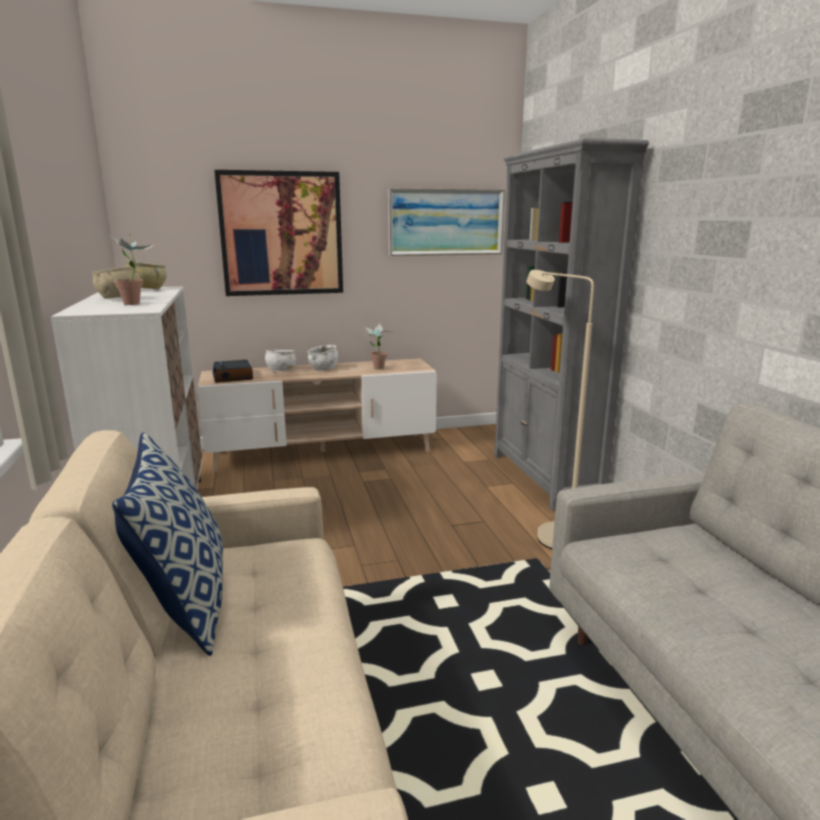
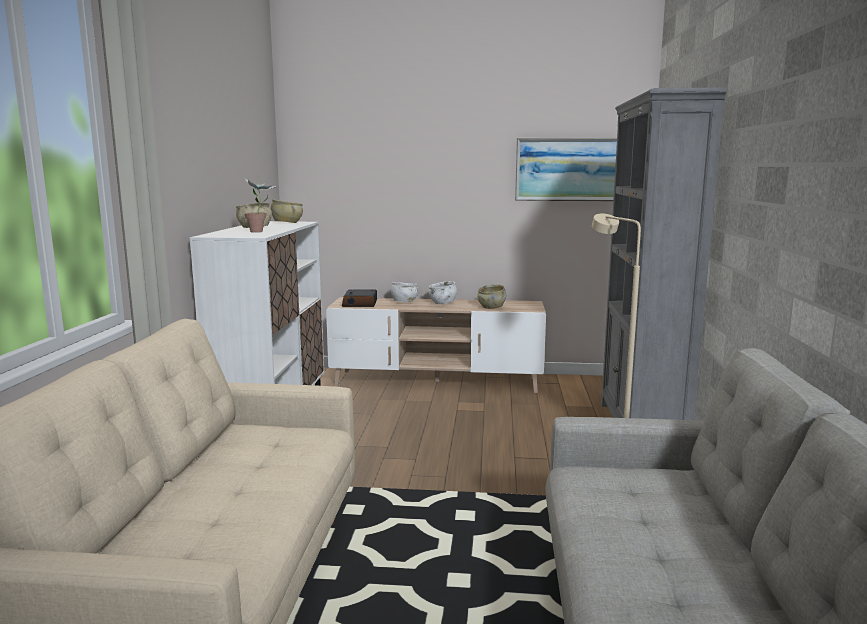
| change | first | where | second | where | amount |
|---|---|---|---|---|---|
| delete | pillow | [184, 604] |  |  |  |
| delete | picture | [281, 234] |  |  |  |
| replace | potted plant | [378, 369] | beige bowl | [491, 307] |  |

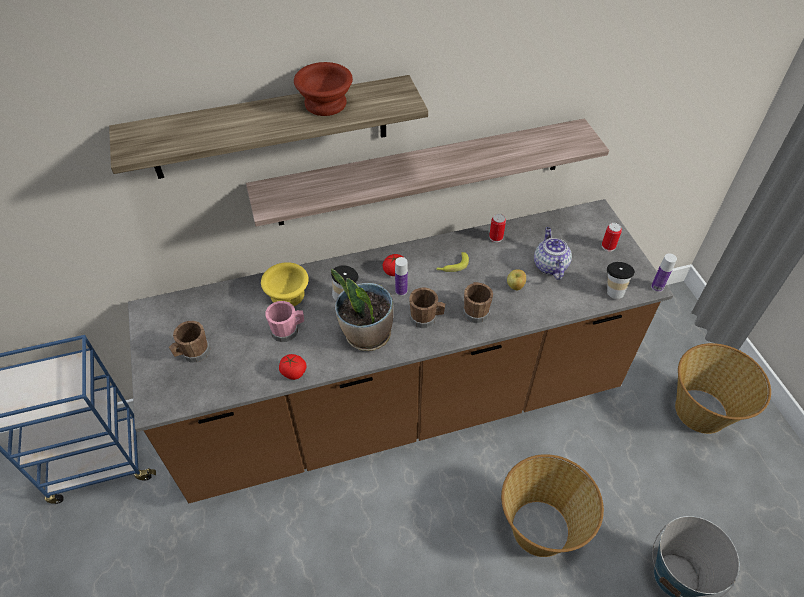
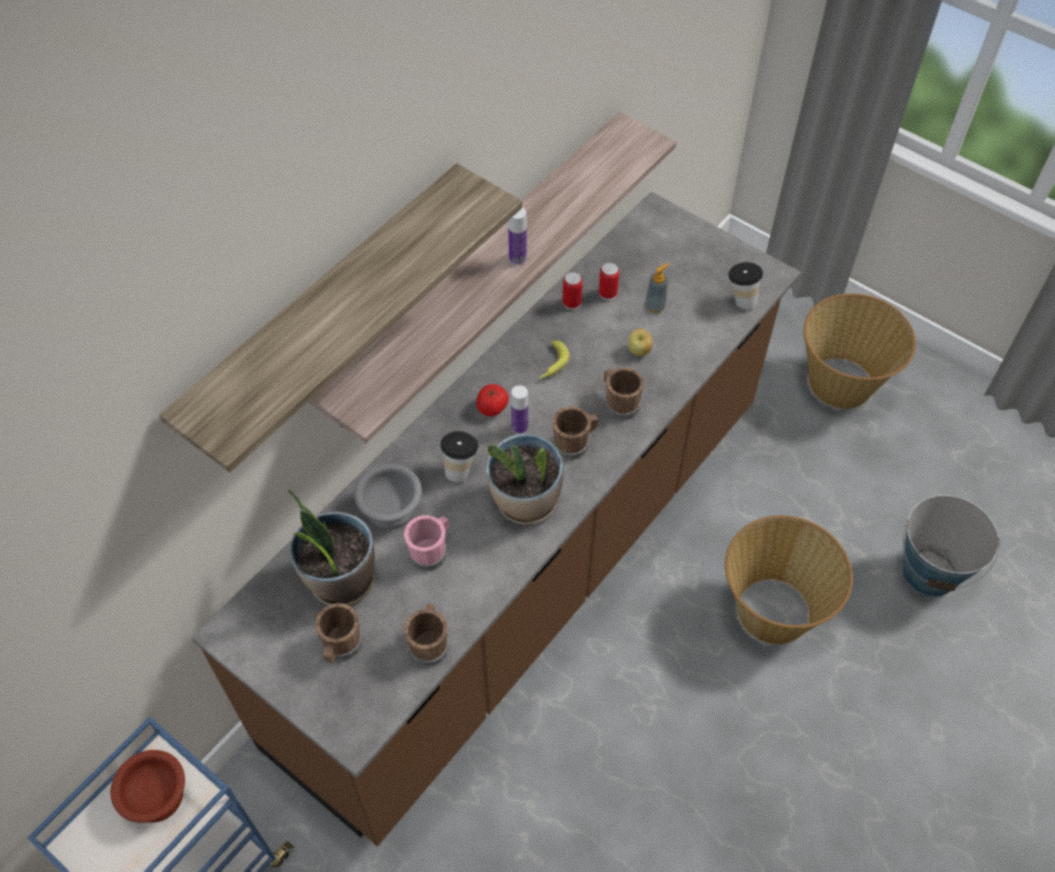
| change | first | where | second | where | amount |
|---|---|---|---|---|---|
| recolor | yellow bowl | [286, 295] | grey bowl | [390, 510] |  |
| delete | tomato | [293, 372] |  |  |  |
| move | brown bowl | [326, 102] |  | [156, 794] |  |
| replace | teapot | [549, 265] | soap dispenser | [655, 306] |  |
| move | can | [608, 246] |  | [607, 293] |  |
| move | bottle | [657, 287] |  | [517, 258] |  |
| insert |  |  | potted plant | [340, 580] |  |
| insert |  |  | brown mug | [429, 643] |  |

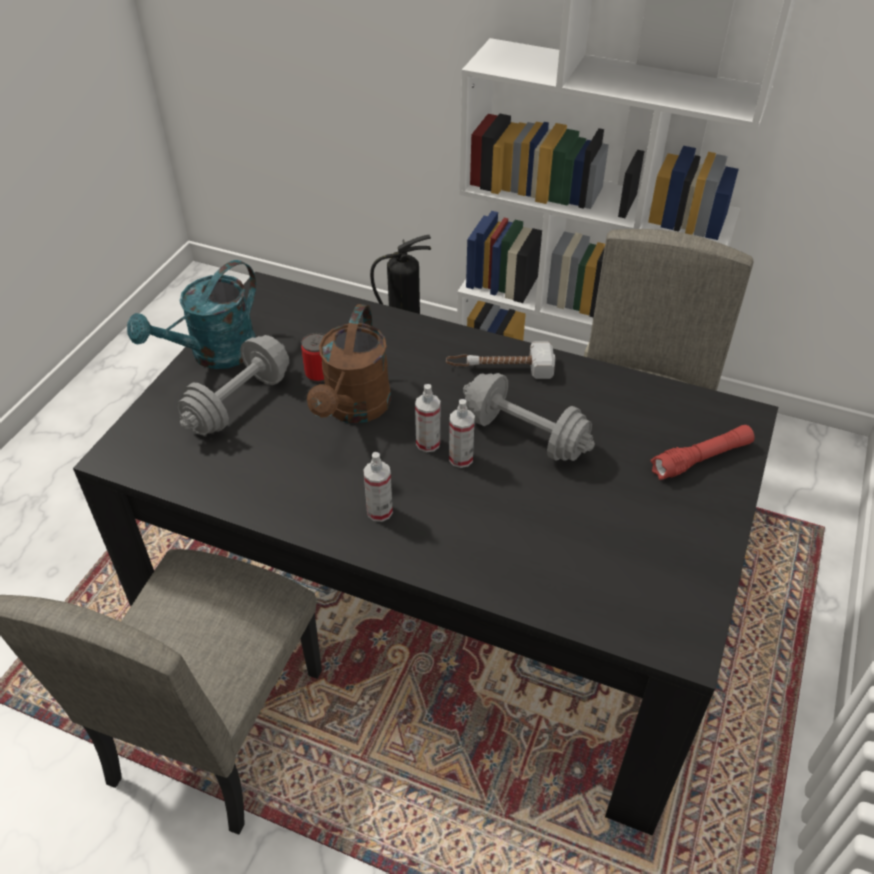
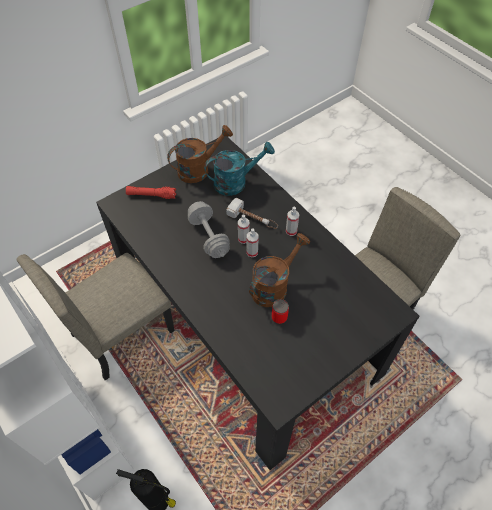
| change | first | where | second | where | amount |
|---|---|---|---|---|---|
| move | turquoise watering can | [214, 355] |  | [236, 182] |  |
| delete | grey dumbbell | [238, 403] |  |  |  |
| move | hammer | [499, 368] |  | [253, 219] |  |
| insert |  |  | brown watering can | [199, 169] |  |

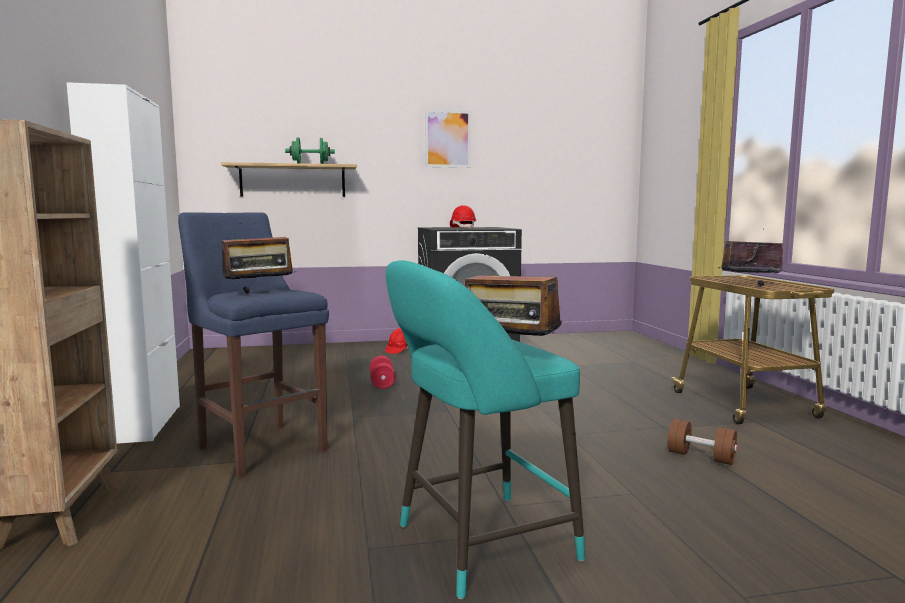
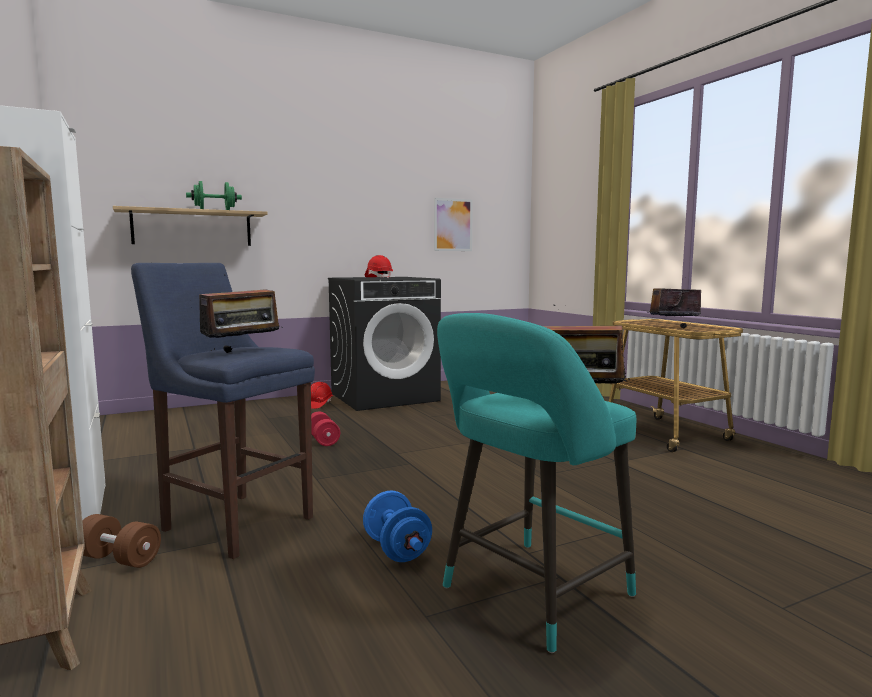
| change | first | where | second | where | amount |
|---|---|---|---|---|---|
| move | picture | [447, 139] |  | [453, 225] |  |
| move | brown dumbbell | [701, 457] |  | [118, 559] |  |
| insert |  |  | blue dumbbell | [397, 549] |  |

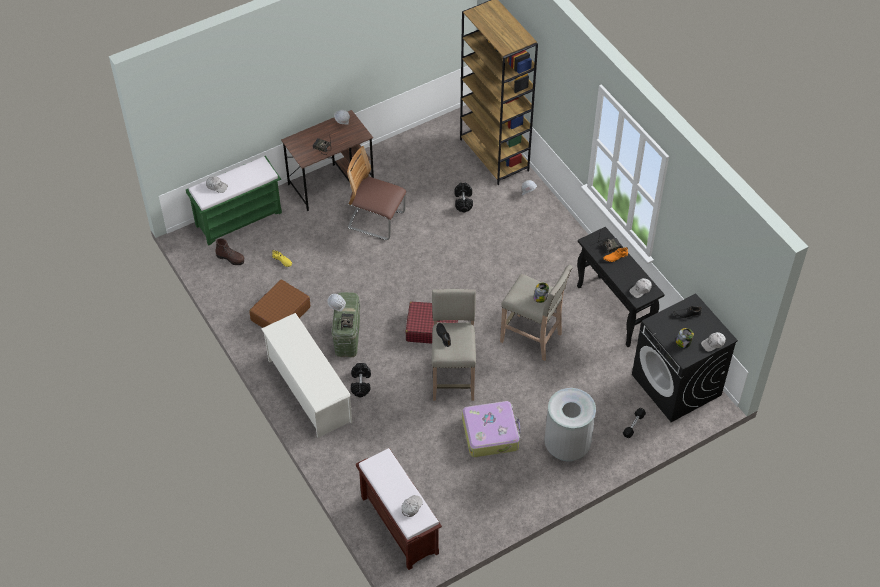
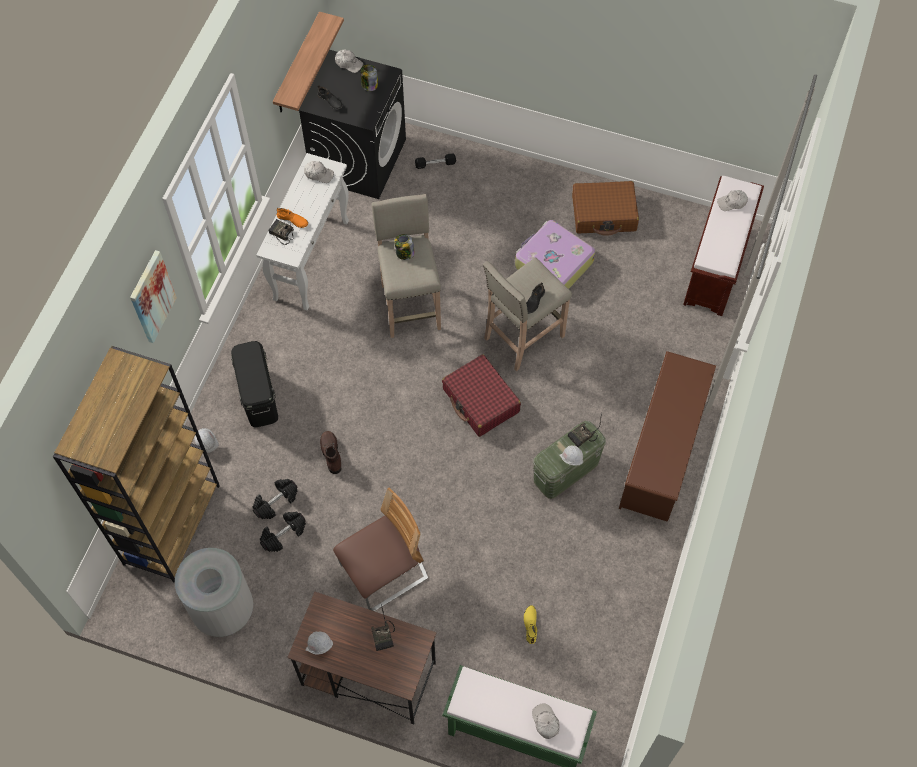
| change | first | where | second | where | amount |
|---|---|---|---|---|---|
| move | brown boot | [230, 258] |  | [331, 454] |  |
| move | brown suitcase | [280, 314] |  | [604, 214] |  |
| recolor | white shoe rack | [309, 390] | brown shoe rack | [662, 453] |  |
| rotate | chair | [376, 221] |  | [384, 572] | 105 degrees counterclockwise |
| move | black dumbbell | [361, 384] |  | [283, 534] |  |
| move | grey trash can | [567, 445] |  | [223, 609] |  |
| recolor | black console table | [614, 311] | white console table | [311, 259] |  |
| insert |  |  | picture | [151, 296] |  |
| insert |  |  | black storage box | [258, 397] |  |
| insert |  |  | shelf | [297, 65] |  |

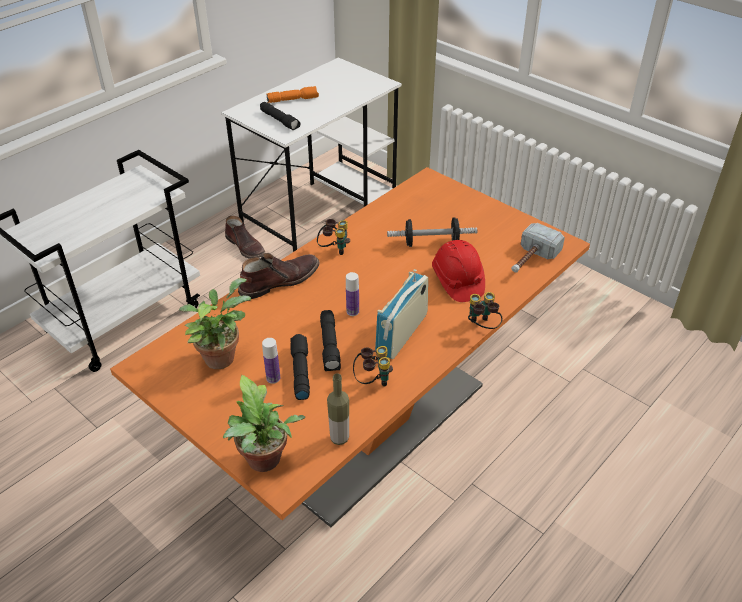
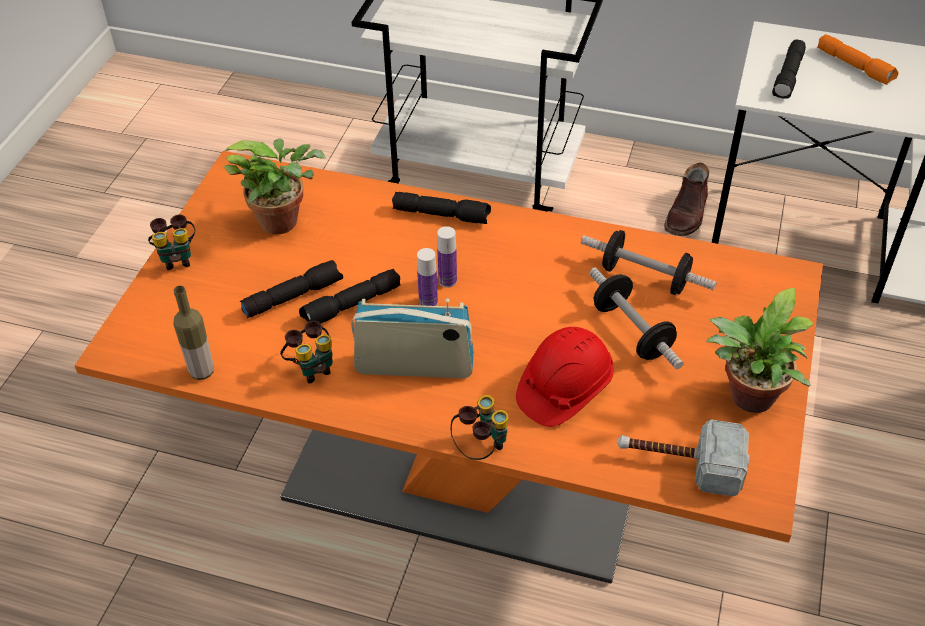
| change | first | where | second | where | amount |
|---|---|---|---|---|---|
| move | potted plant | [265, 462] |  | [748, 400] |  |
| replace | brown boot | [279, 281] | black flashlight | [442, 214] |  |
| move | bottle | [273, 378] |  | [447, 281] |  |
| move | binoculars | [334, 249] |  | [177, 258] |  |
| insert |  |  | dumbbell | [645, 277] |  |

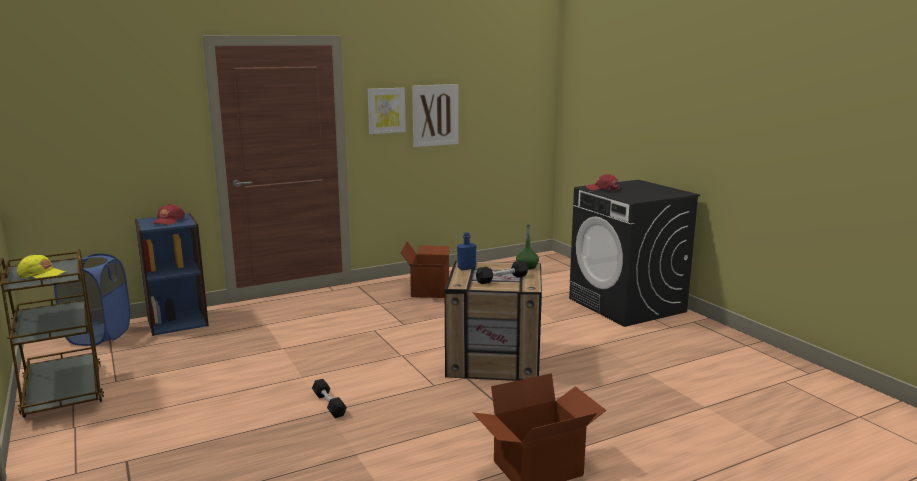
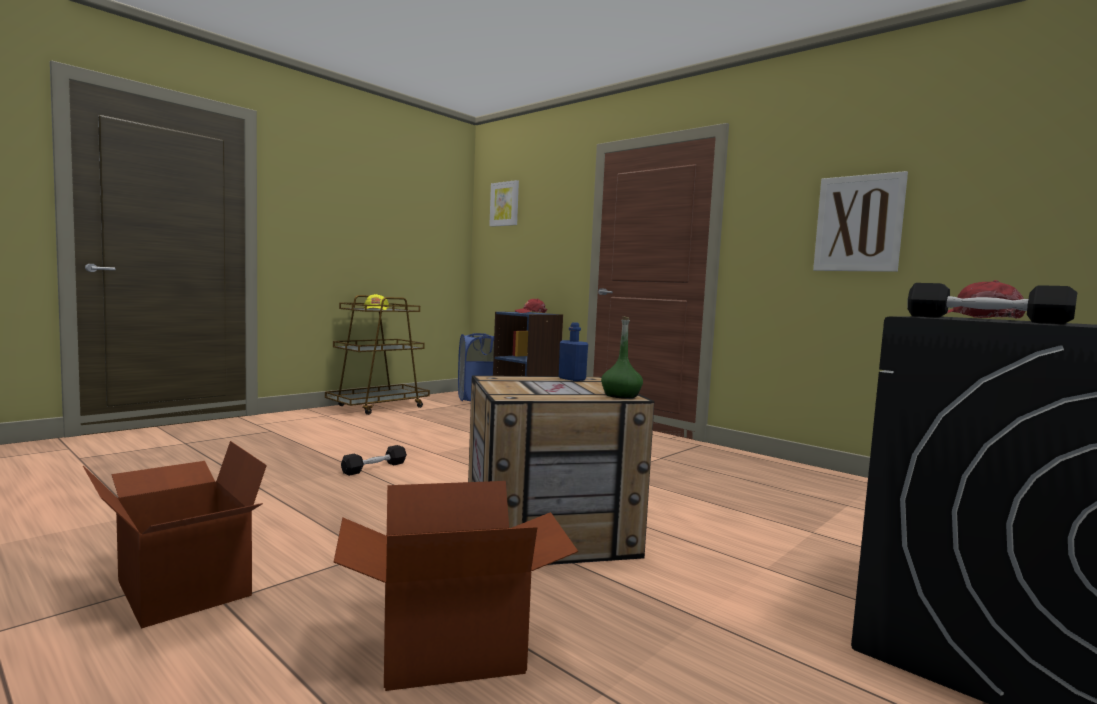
| change | first | where | second | where | amount |
|---|---|---|---|---|---|
| move | picture | [386, 110] |  | [504, 204] |  |
| move | cardboard box | [429, 290] |  | [451, 646] |  |
| move | black dumbbell | [502, 279] |  | [984, 319] |  |

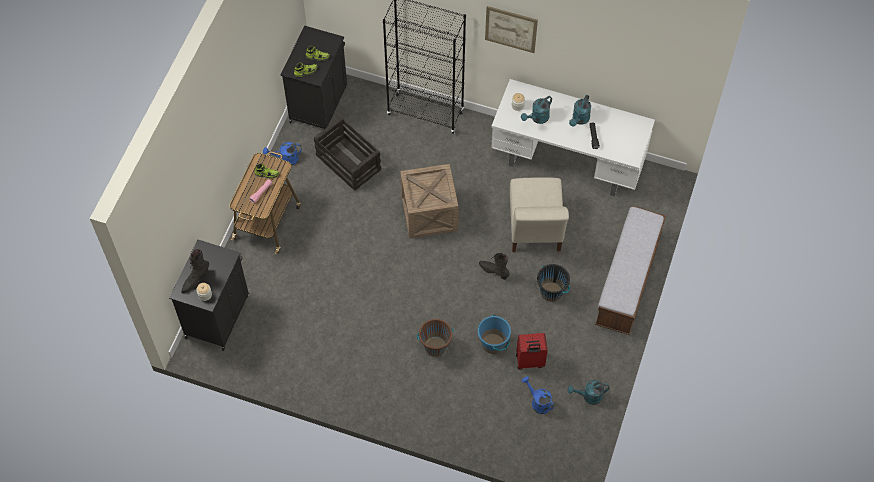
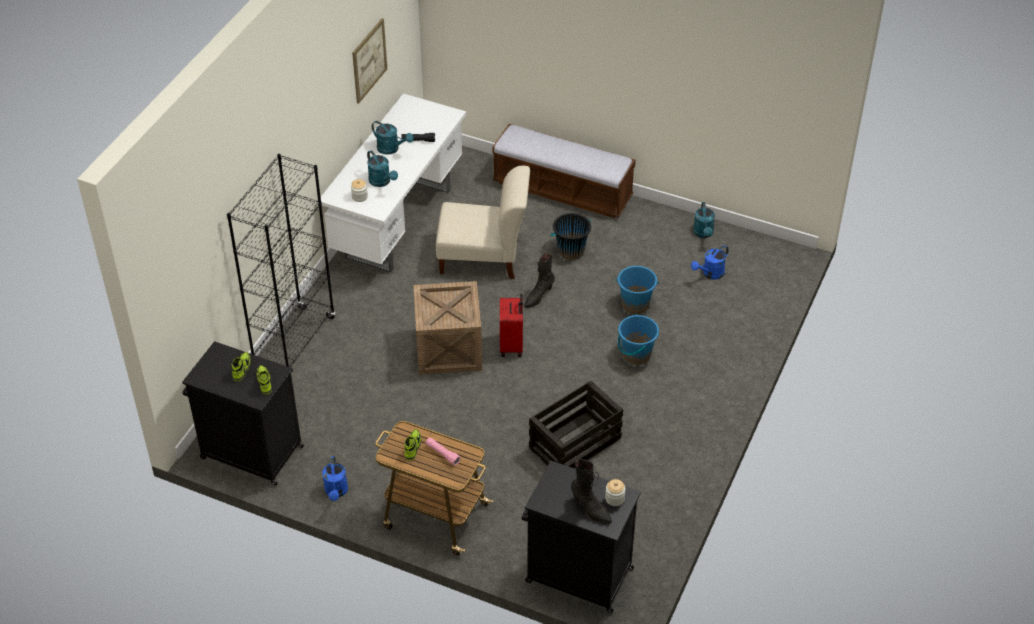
| change | first | where | second | where | amount |
|---|---|---|---|---|---|
| move | crate | [347, 162] |  | [574, 444] |  |
| recolor | brown bucket | [435, 346] | blue bucket | [636, 355] |  |
| move | picture | [511, 29] |  | [369, 60] |  |
| move | red suitcase | [530, 362] |  | [512, 346] |  |

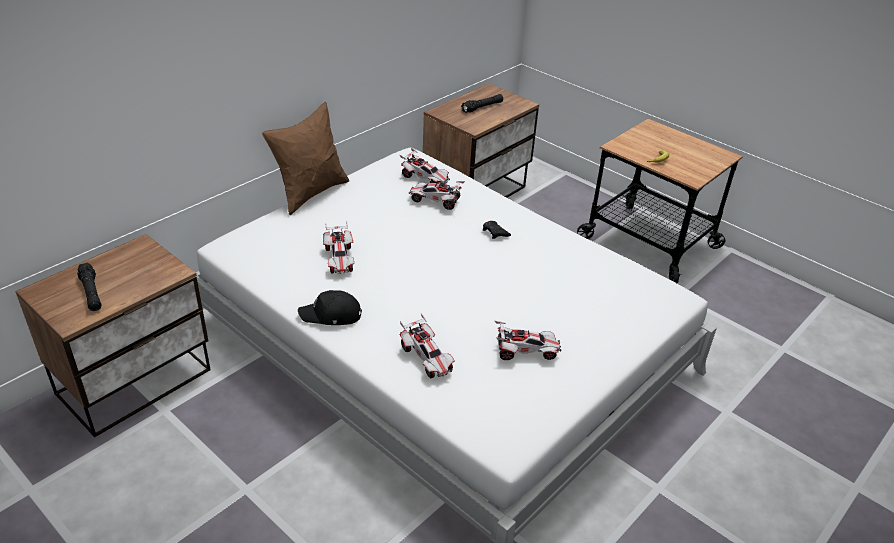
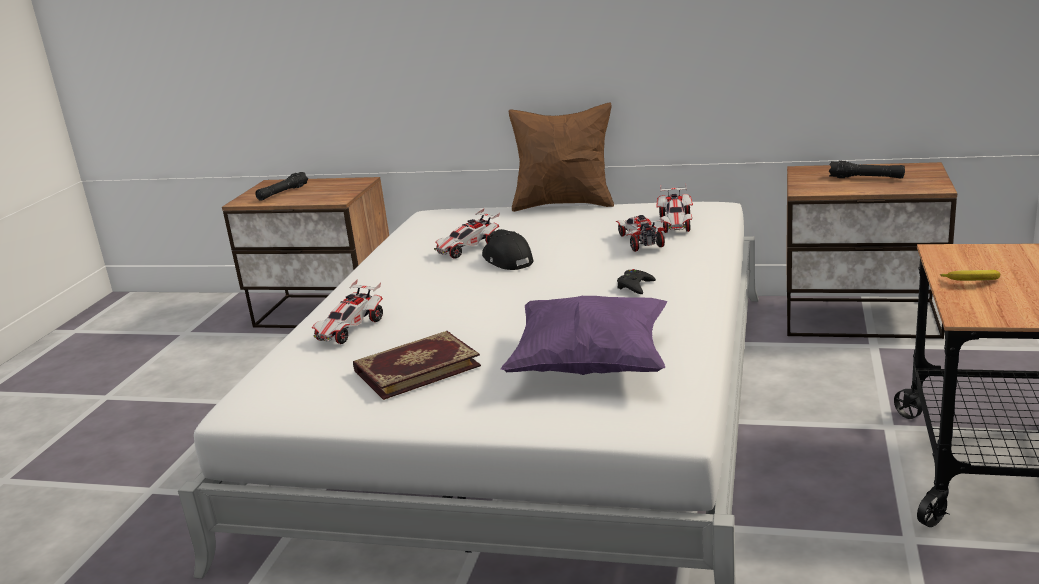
| change | first | where | second | where | amount |
|---|---|---|---|---|---|
| move | black cap | [331, 315] |  | [506, 260] |  |
| replace | toy car | [525, 351] | book | [416, 368] |  |
| insert |  |  | purple pillow | [591, 366] |  |

